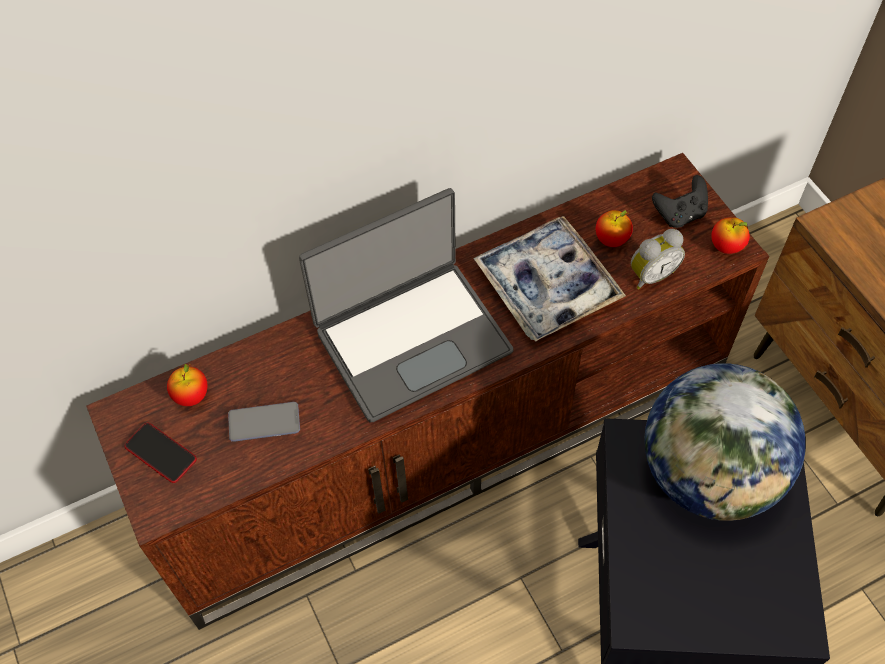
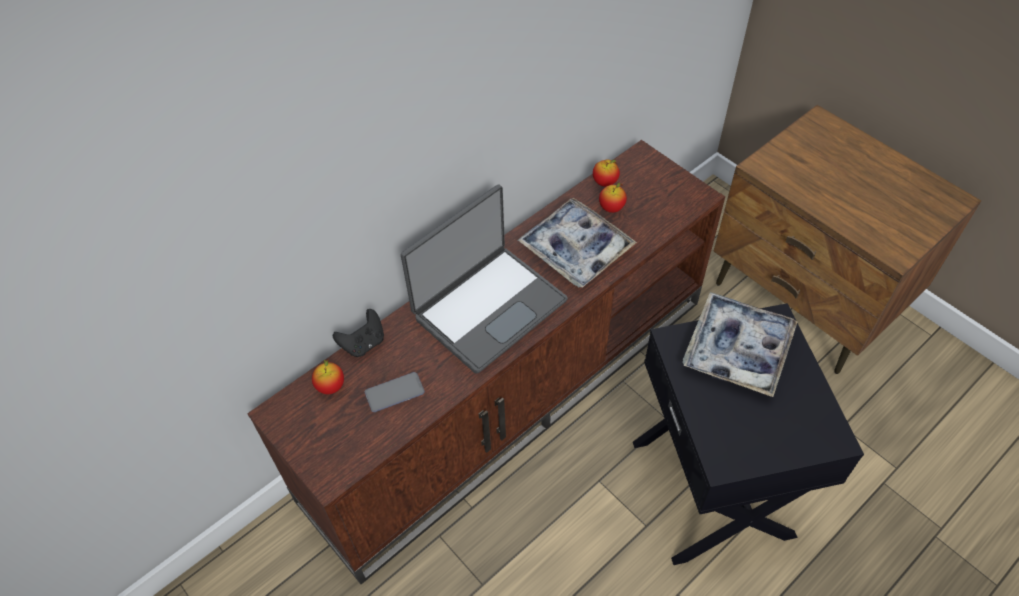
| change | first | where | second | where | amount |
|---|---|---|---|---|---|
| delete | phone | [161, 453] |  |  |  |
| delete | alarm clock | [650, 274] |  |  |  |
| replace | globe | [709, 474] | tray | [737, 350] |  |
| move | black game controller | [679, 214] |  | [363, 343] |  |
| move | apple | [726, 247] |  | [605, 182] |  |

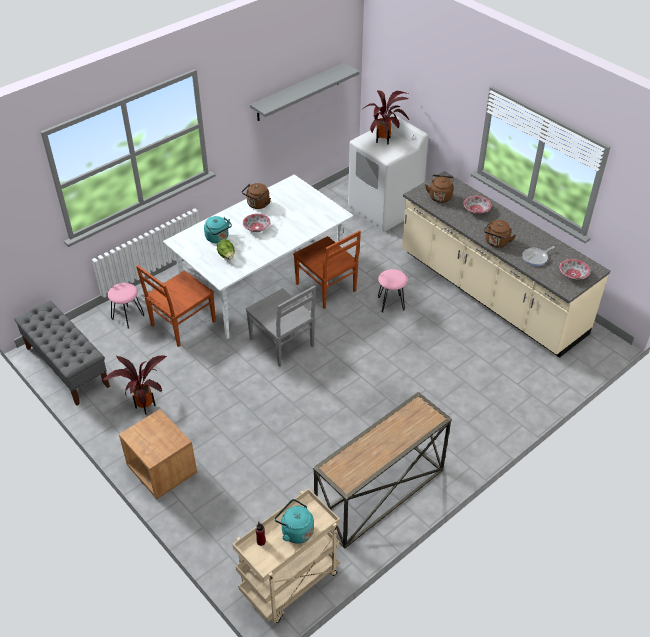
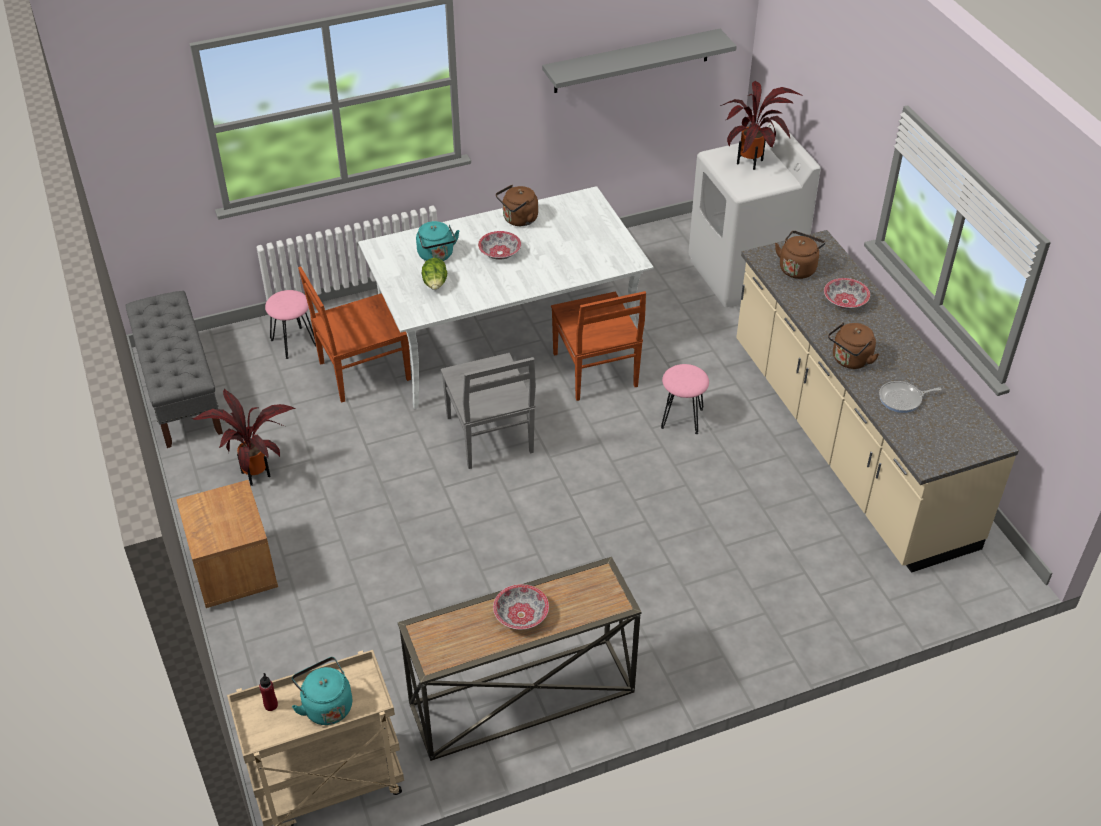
| change | first | where | second | where | amount |
|---|---|---|---|---|---|
| move | bowl | [573, 274] |  | [521, 615] |  |

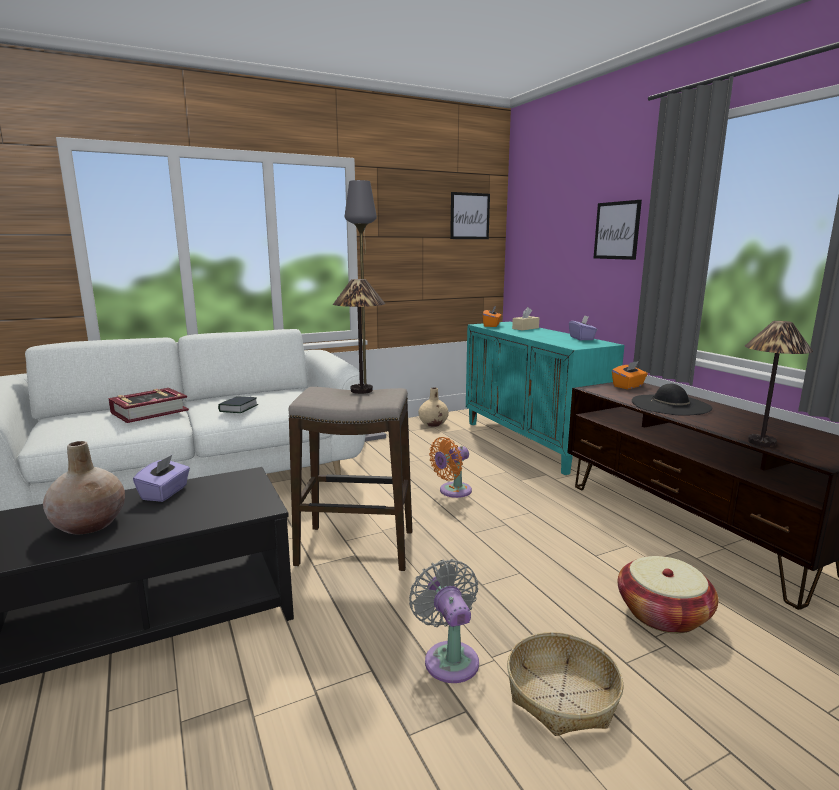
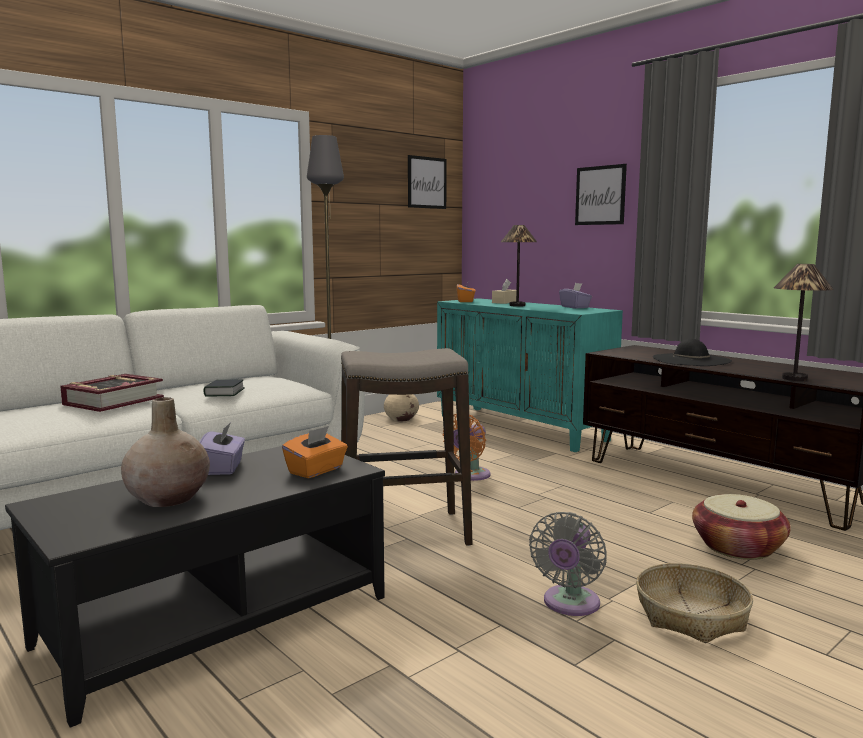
| change | first | where | second | where | amount |
|---|---|---|---|---|---|
| move | table lamp | [361, 391] |  | [517, 305] |  |
| rotate | grey fan | [449, 657] |  | [569, 604] | 120 degrees counterclockwise |
| move | orange tissue box | [628, 386] |  | [316, 470] |  |

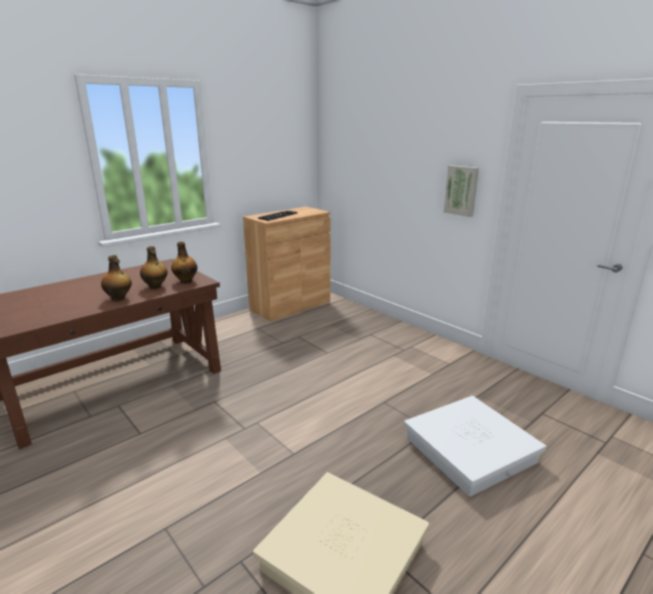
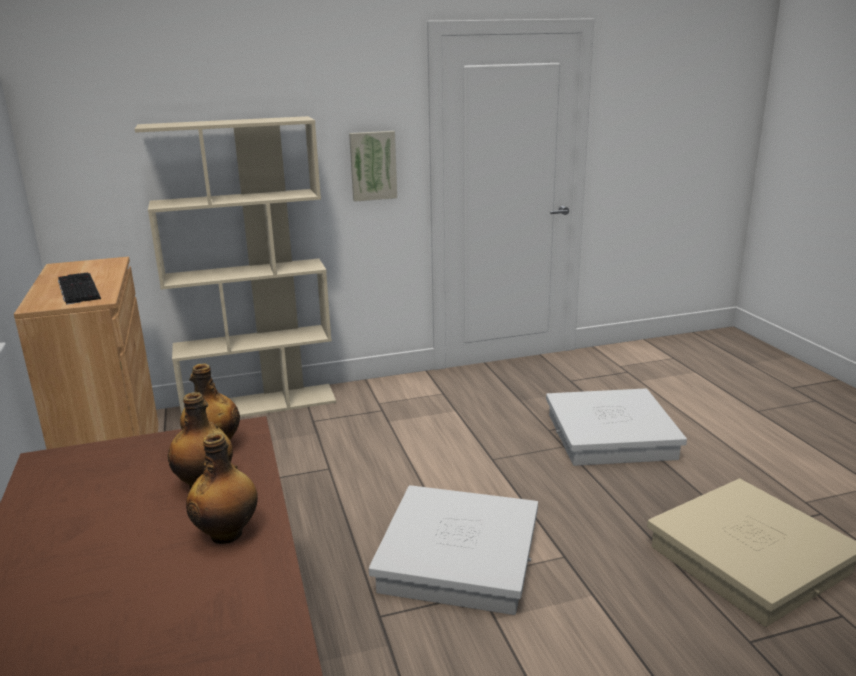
| change | first | where | second | where | amount |
|---|---|---|---|---|---|
| insert |  |  | beige bookcase | [260, 404] |  |
| insert |  |  | white storage box | [459, 557] |  |

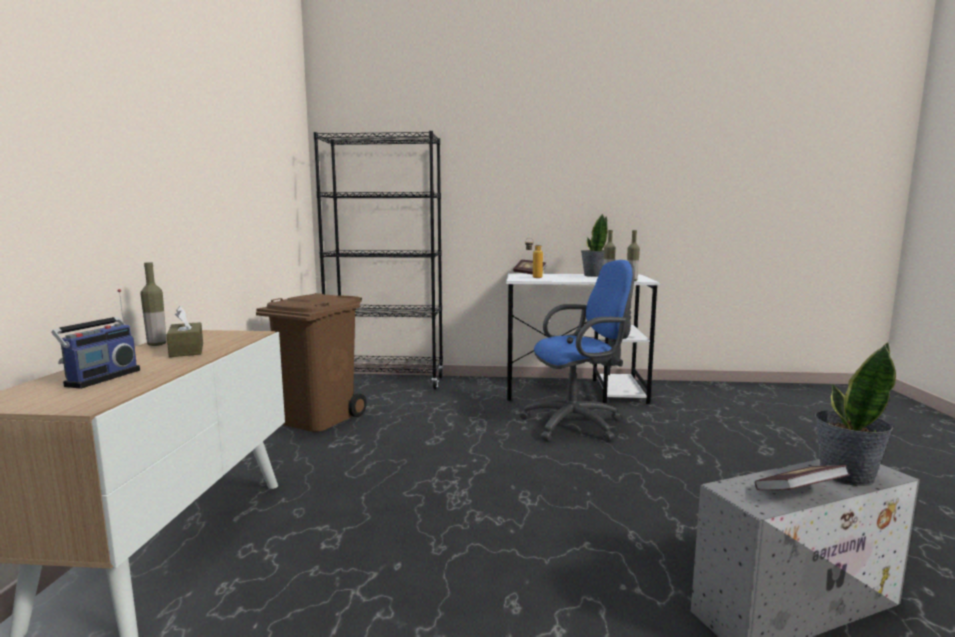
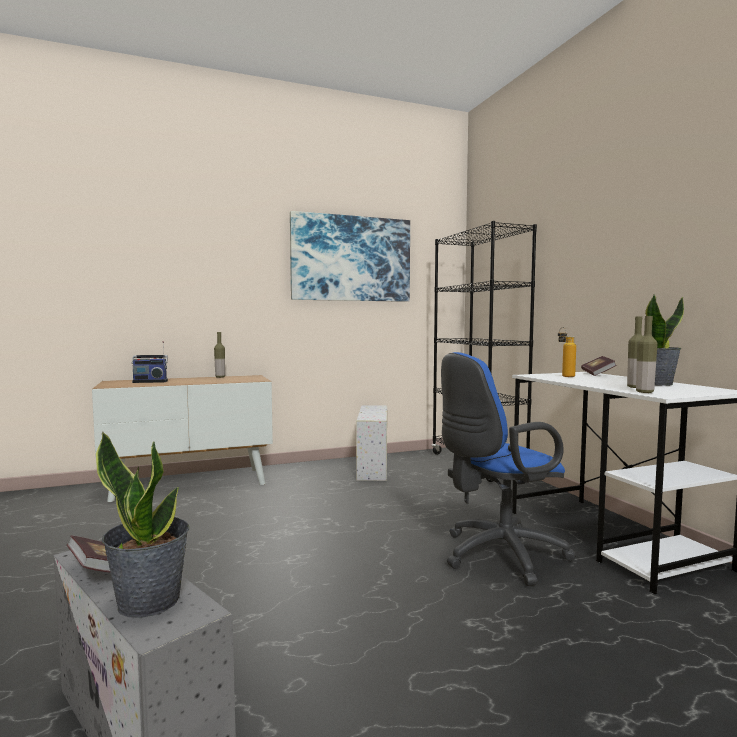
| change | first | where | second | where | amount |
|---|---|---|---|---|---|
| delete | brown tissue box | [186, 350] |  |  |  |
| replace | brown trash can | [317, 418] | white storage box | [372, 466] |  |
| rotate | blue office chair | [578, 424] |  | [497, 555] | 105 degrees clockwise |
| insert |  |  | picture | [351, 259] |  |

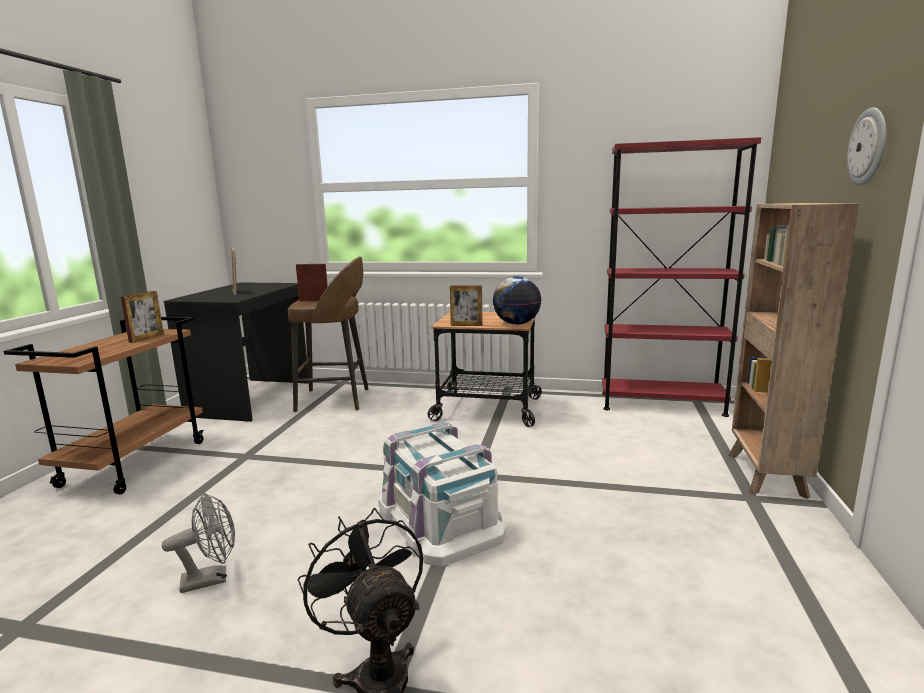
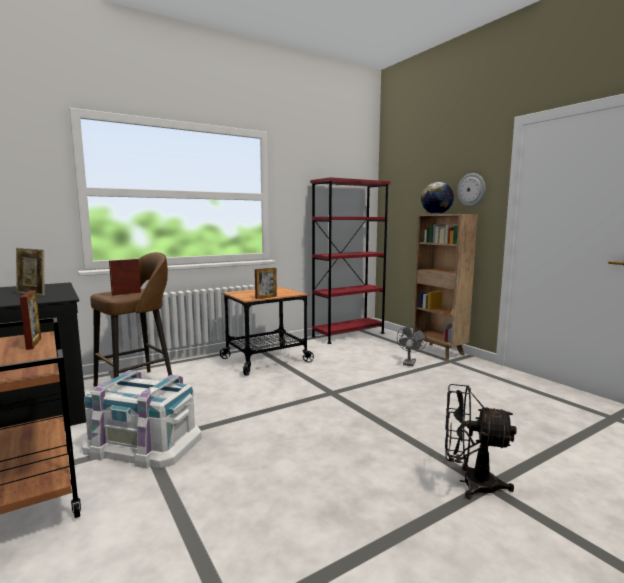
| change | first | where | second | where | amount |
|---|---|---|---|---|---|
| move | grey fan | [212, 578] |  | [409, 362] |  |
| move | white storage box | [438, 519] |  | [143, 443] |  |
| move | globe | [516, 324] |  | [436, 214] |  |

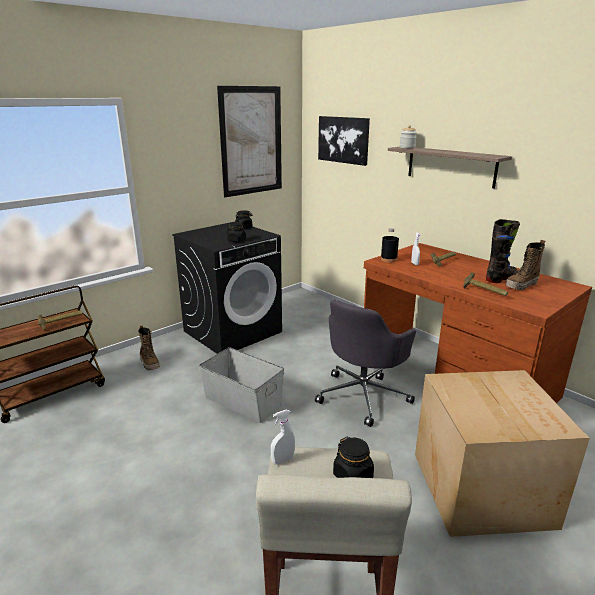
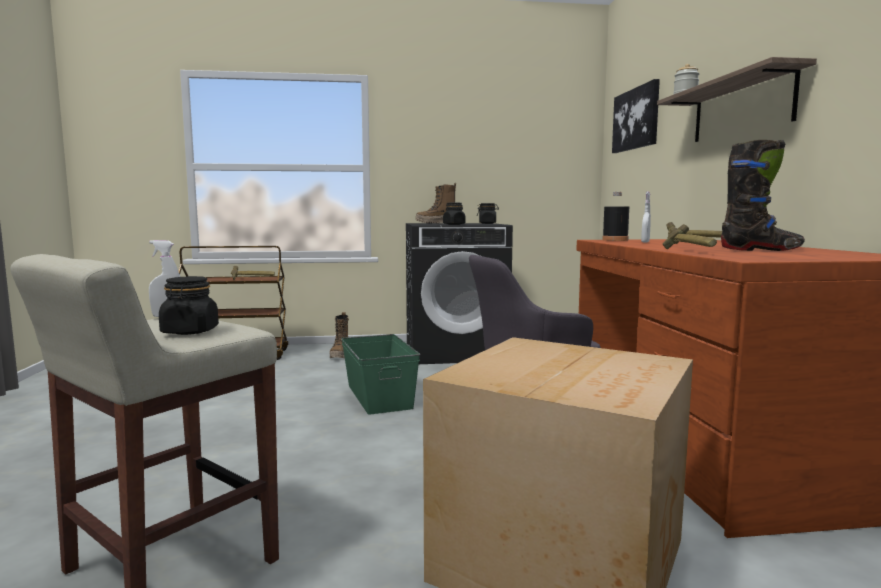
| change | first | where | second | where | amount |
|---|---|---|---|---|---|
| recolor | grey storage box | [243, 400] | green storage box | [379, 396] |  |
| delete | picture | [251, 141] |  |  |  |
| move | boot | [521, 286] |  | [436, 223] |  |

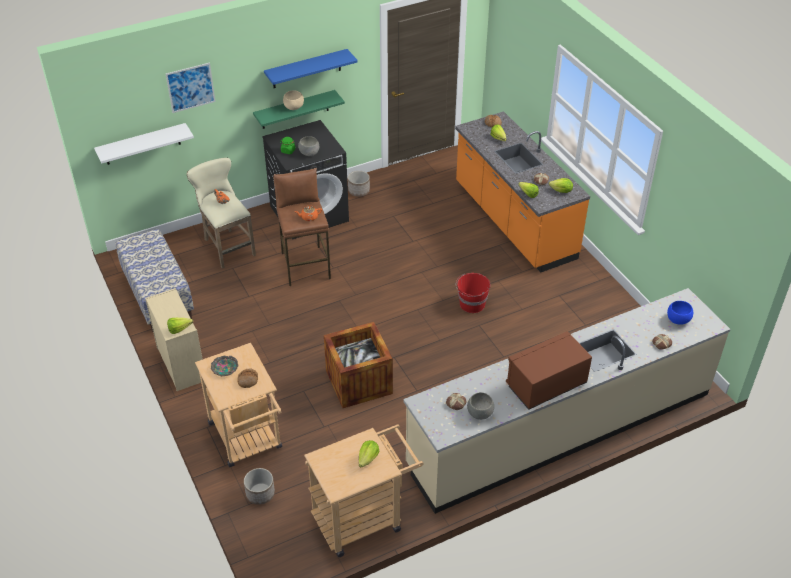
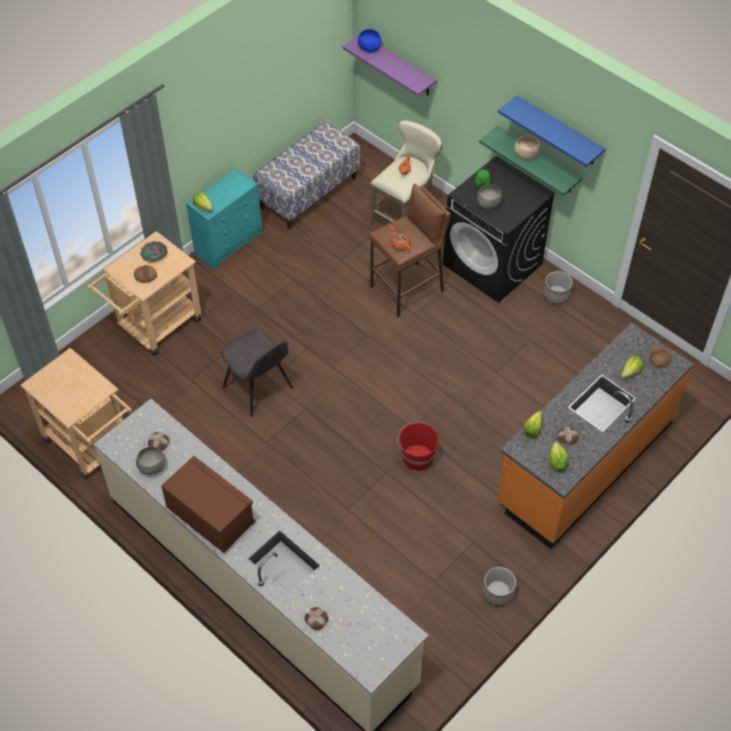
| change | first | where | second | where | amount |
|---|---|---|---|---|---|
| recolor | white shelf | [142, 144] | purple shelf | [398, 66] |  |
| recolor | beige dresser | [181, 363] | turquoise dresser | [229, 243] |  |
| delete | picture | [190, 87] |  |  |  |
| move | planter | [260, 493] |  | [498, 593] |  |
| replace | crate | [359, 382] | grey chair | [259, 389] |  |
| delete | lettuce | [368, 459] |  |  |  |
| move | blue bowl | [678, 319] |  | [369, 48] |  |

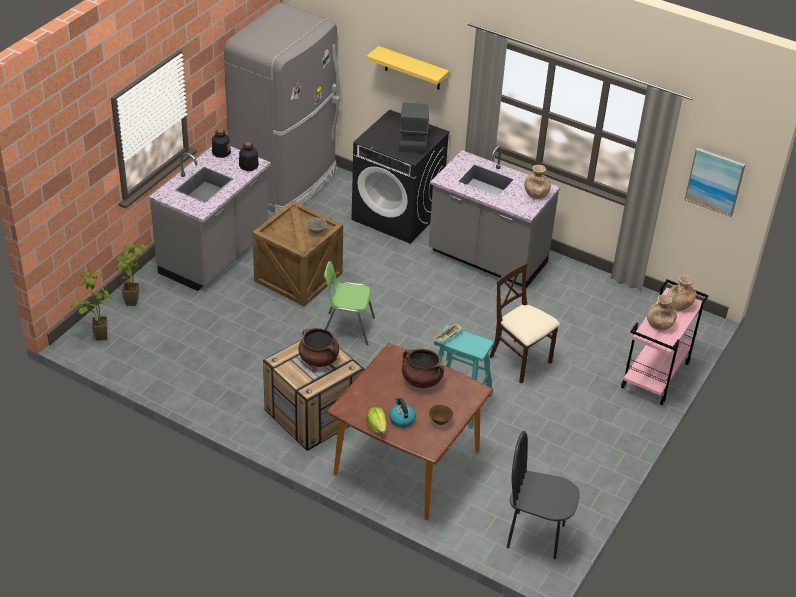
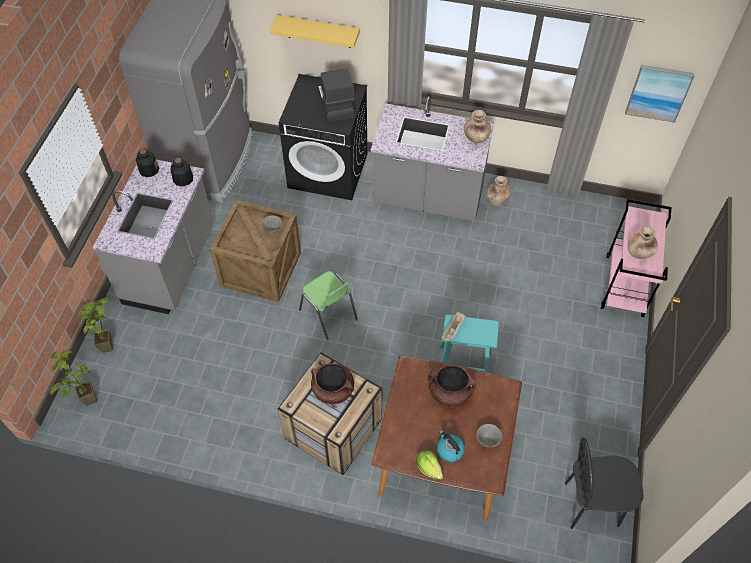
| change | first | where | second | where | amount |
|---|---|---|---|---|---|
| rotate | green chair | [347, 328] |  | [329, 315] | 120 degrees counterclockwise |
| recolor | brown bowl | [440, 421] | grey bowl | [487, 440] |  |
| delete | beige chair | [520, 361] |  |  |  |
| move | brown vase | [679, 305] |  | [497, 199] |  |

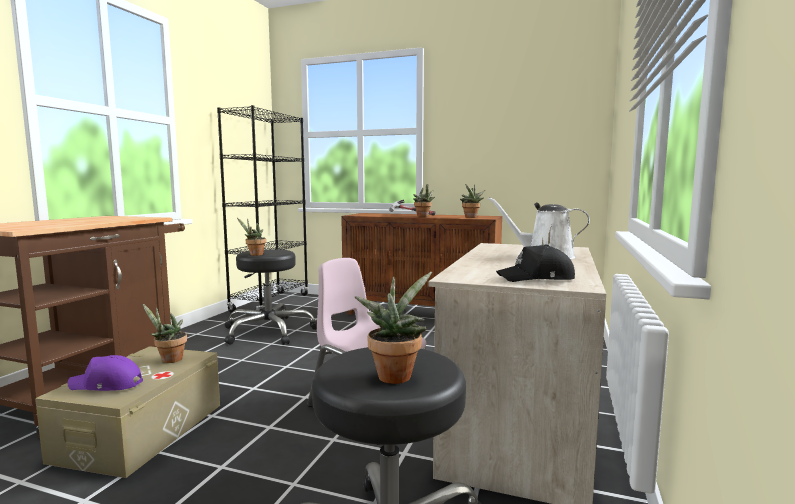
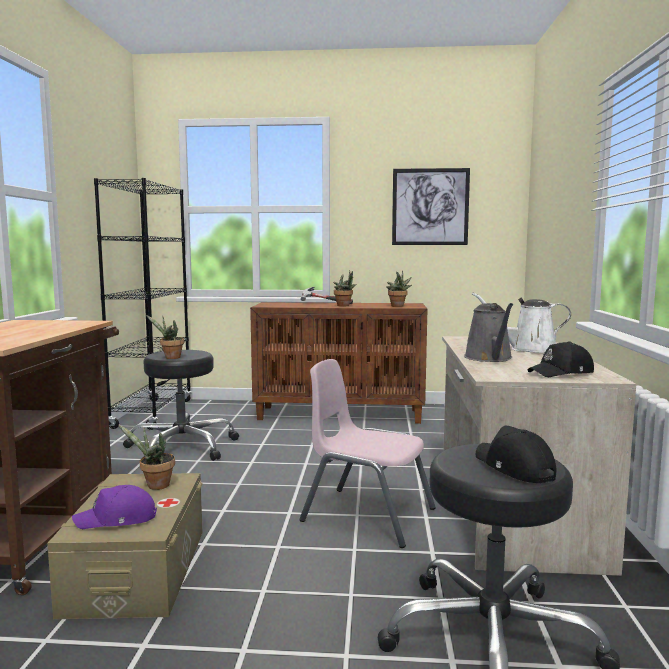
| change | first | where | second | where | amount |
|---|---|---|---|---|---|
| replace | potted plant | [395, 375] | black cap | [513, 467] |  |
| insert |  |  | picture | [430, 207] |  |
| insert |  |  | grey watering can | [489, 358] |  |

